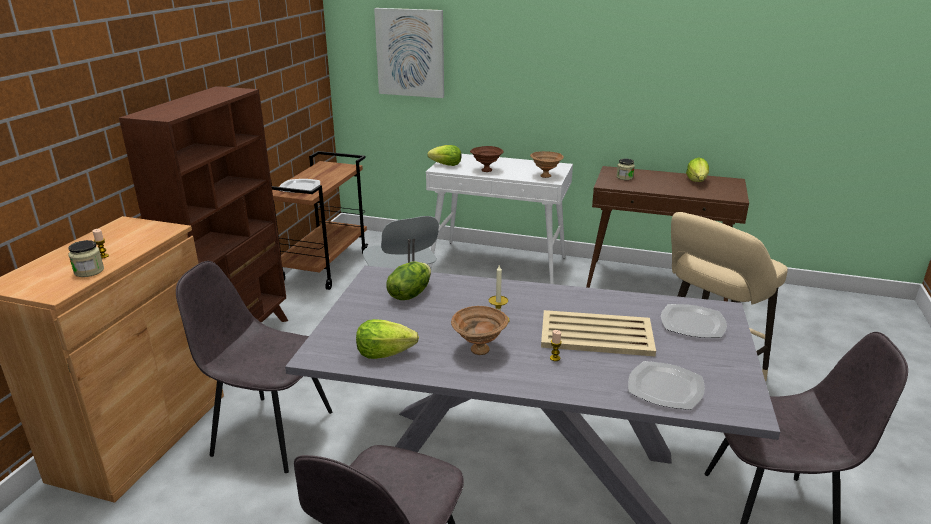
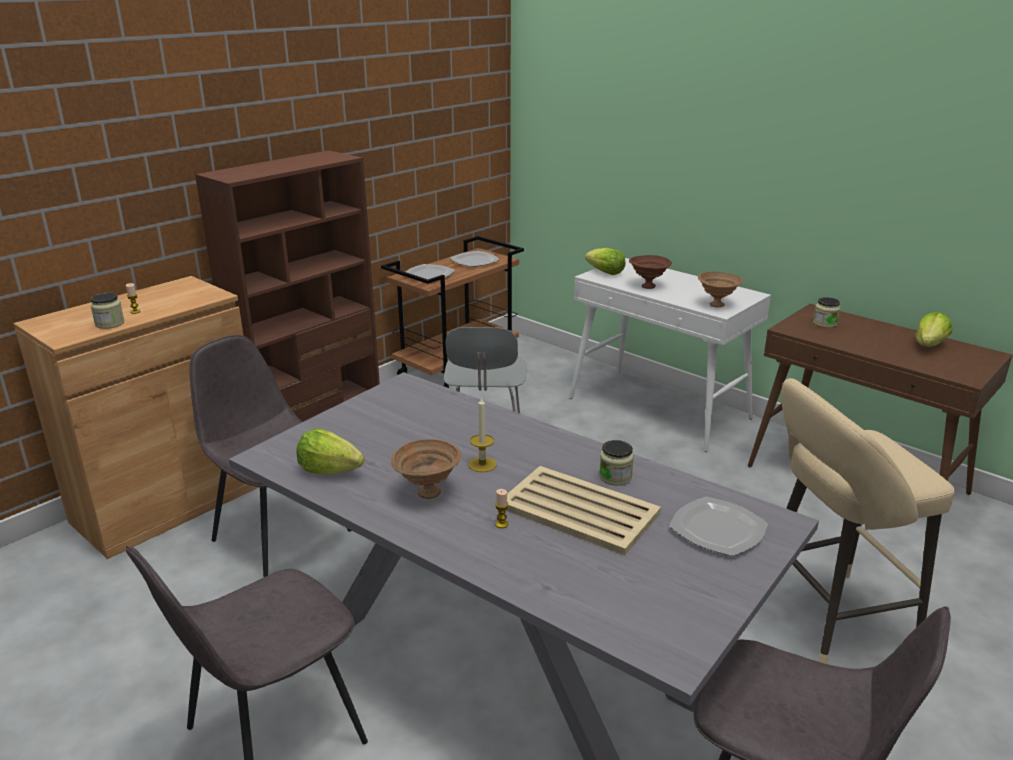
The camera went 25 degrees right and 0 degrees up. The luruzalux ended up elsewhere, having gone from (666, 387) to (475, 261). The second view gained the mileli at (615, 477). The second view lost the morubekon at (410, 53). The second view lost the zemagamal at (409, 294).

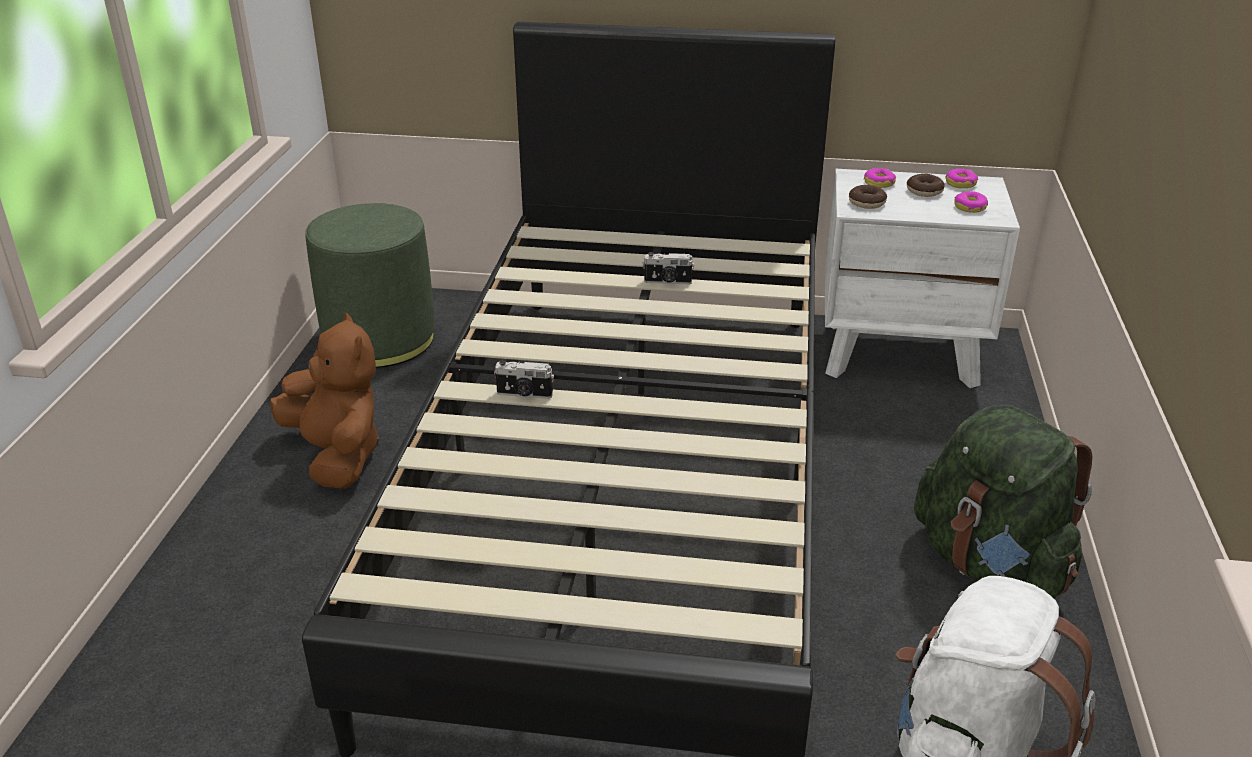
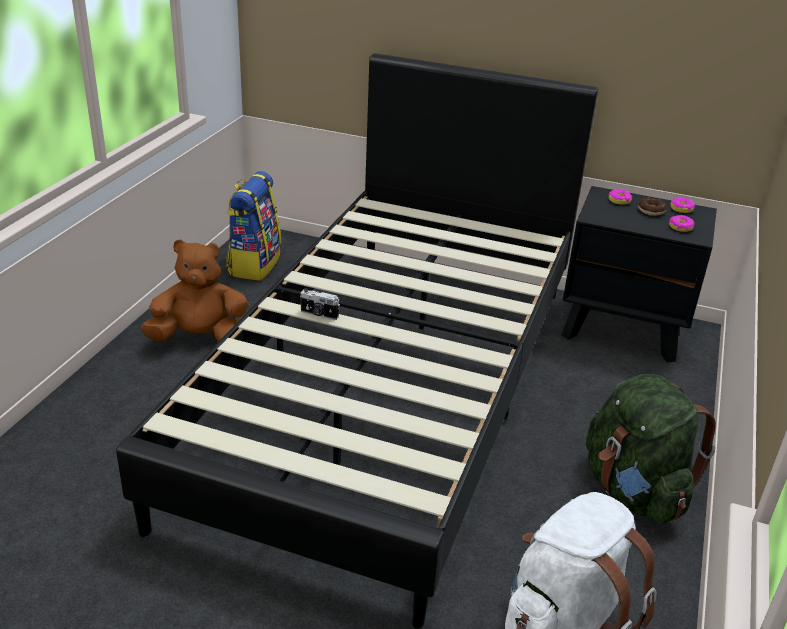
The camera went 10 degrees right and 0 degrees up. The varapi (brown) at (337, 456) ended up facing another way, 75 degrees counterclockwise from before. Where the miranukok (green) stood at (379, 339), the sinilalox came to stand at (254, 264). What was the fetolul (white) at (900, 352) turned into the fetolul (black) at (623, 328). The second view lost the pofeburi at (667, 282). The second view lost the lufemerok at (867, 203).

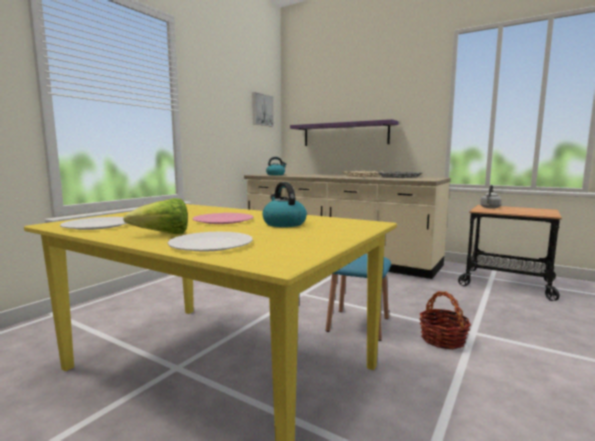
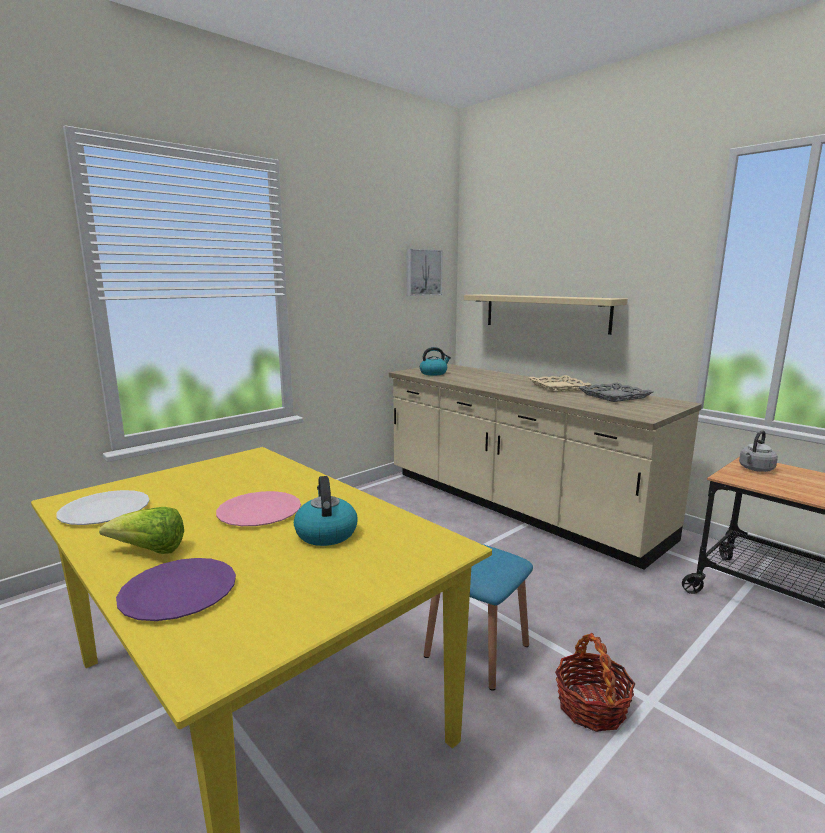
The camera went 15 degrees right and 5 degrees up. What was the luruzalux (white) at (211, 244) turned into the luruzalux (purple) at (178, 591). What was the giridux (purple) at (344, 134) turned into the giridux (beige) at (545, 312).

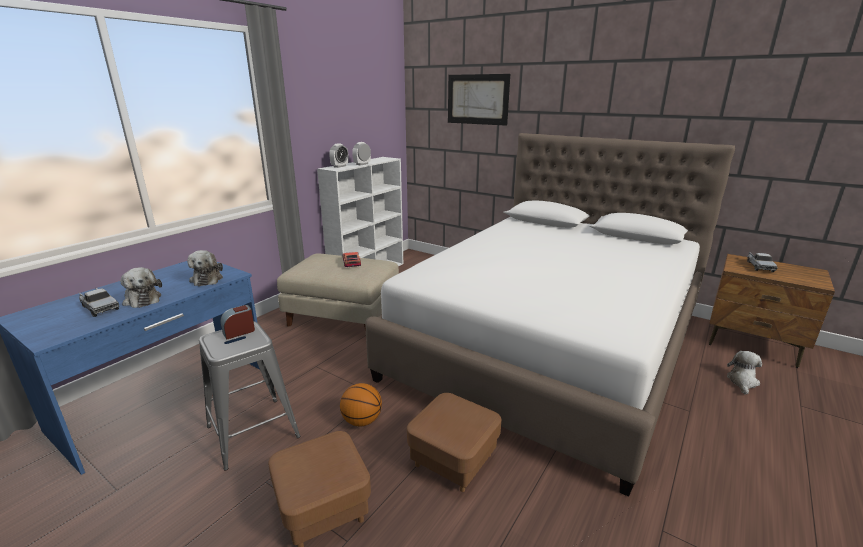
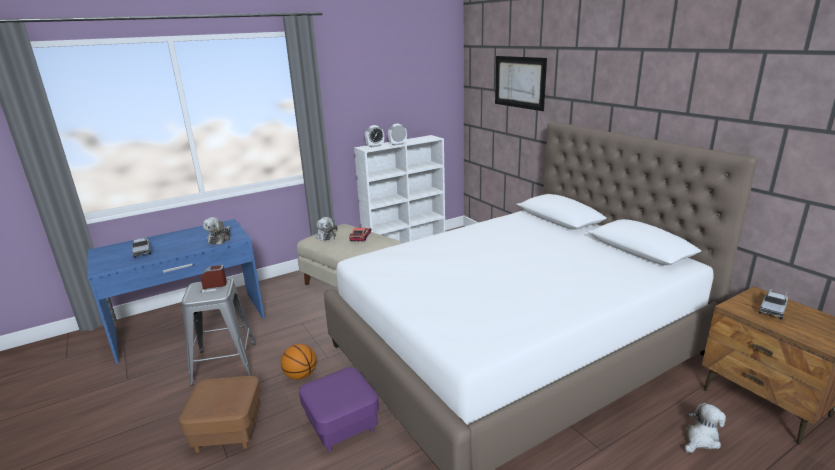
The camera went 25 degrees right and 0 degrees up. What was the miranukok (brown) at (453, 460) turned into the miranukok (purple) at (342, 426). The varapi ended up elsewhere, having gone from (142, 299) to (326, 236).

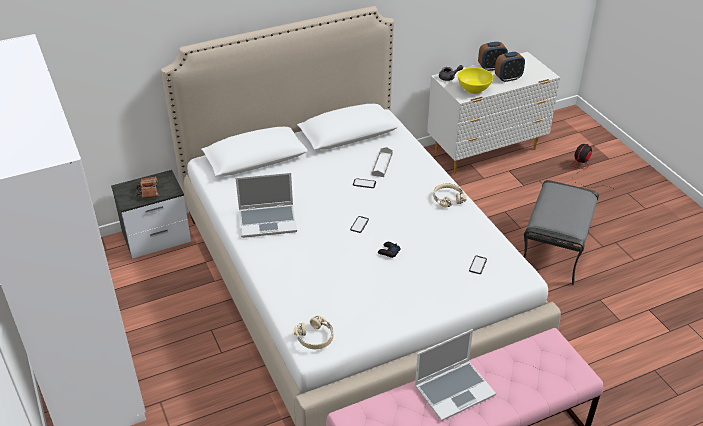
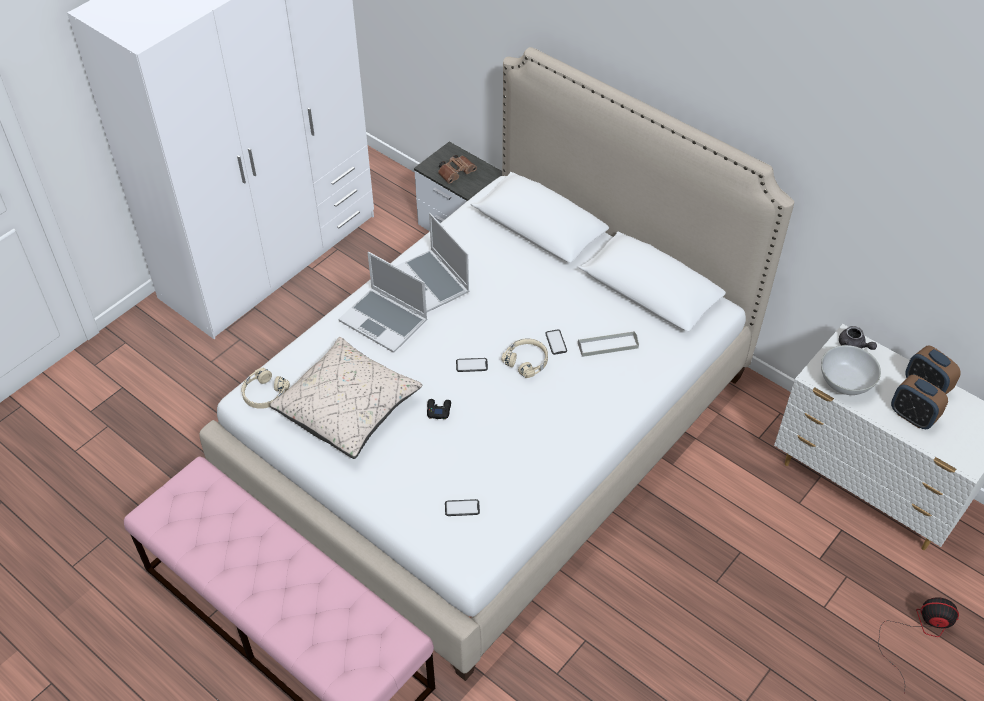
The camera went 65 degrees right and 10 degrees up. The second view gained the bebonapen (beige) at (348, 409). The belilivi ended up elsewhere, having gone from (454, 390) to (385, 321). The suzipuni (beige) ended up elsewhere, having gone from (447, 198) to (527, 361). What was the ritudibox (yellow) at (474, 89) turned into the ritudibox (white) at (845, 384). The second view lost the miranukok (grey) at (554, 250).

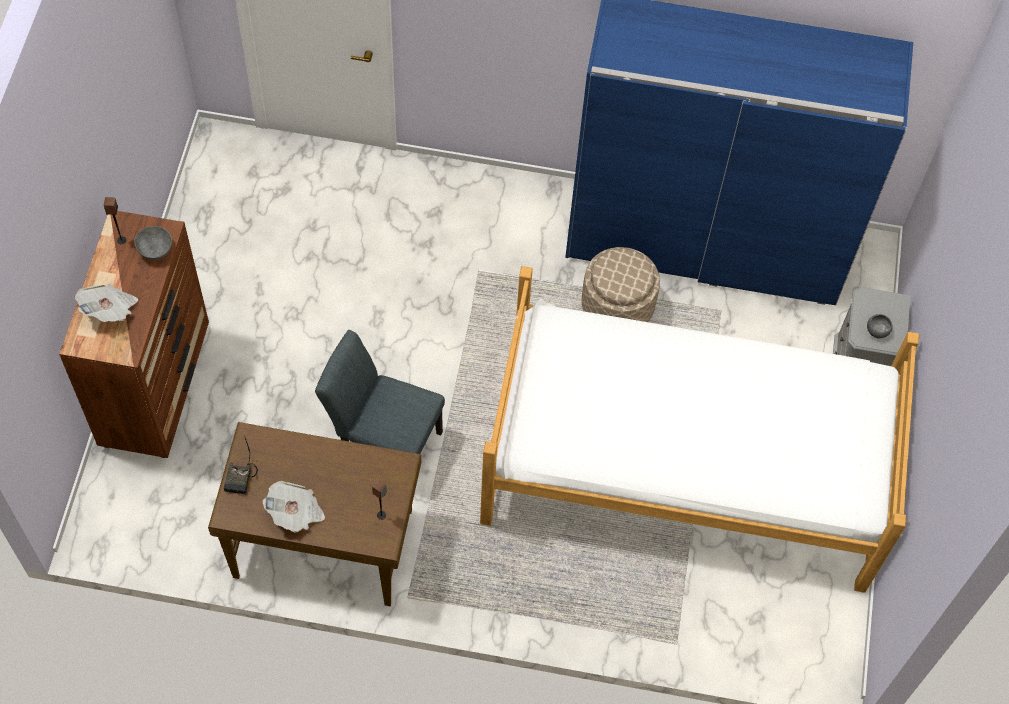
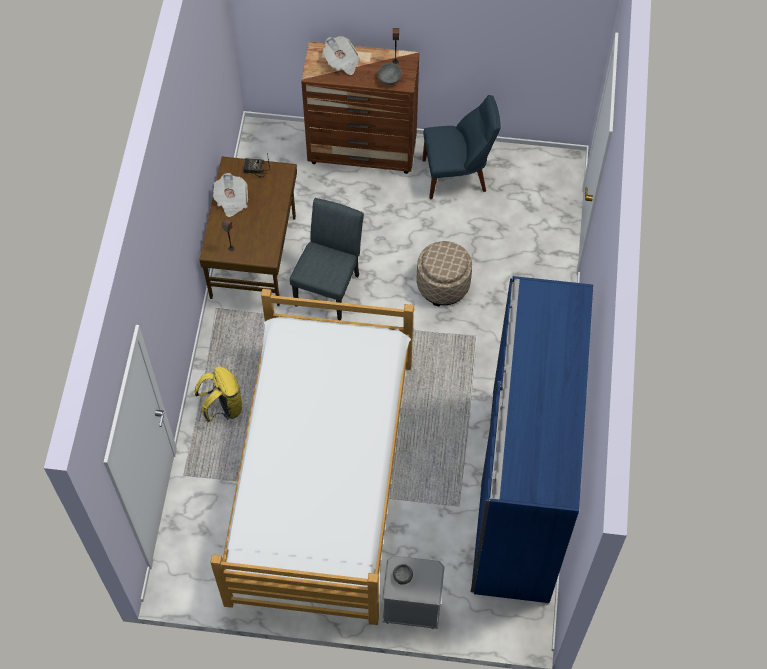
The camera went 90 degrees right and 0 degrees up. The second view gained the sinilalox (yellow) at (223, 407). The miranukok (beige) ended up elsewhere, having gone from (617, 307) to (443, 285). The second view gained the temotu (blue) at (457, 175).

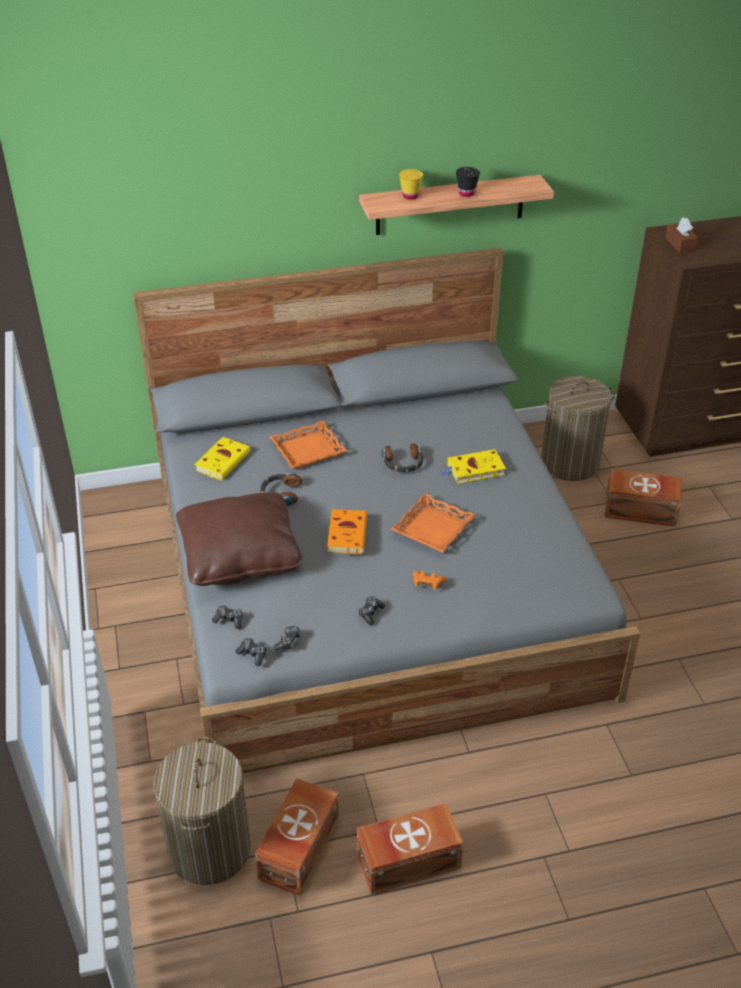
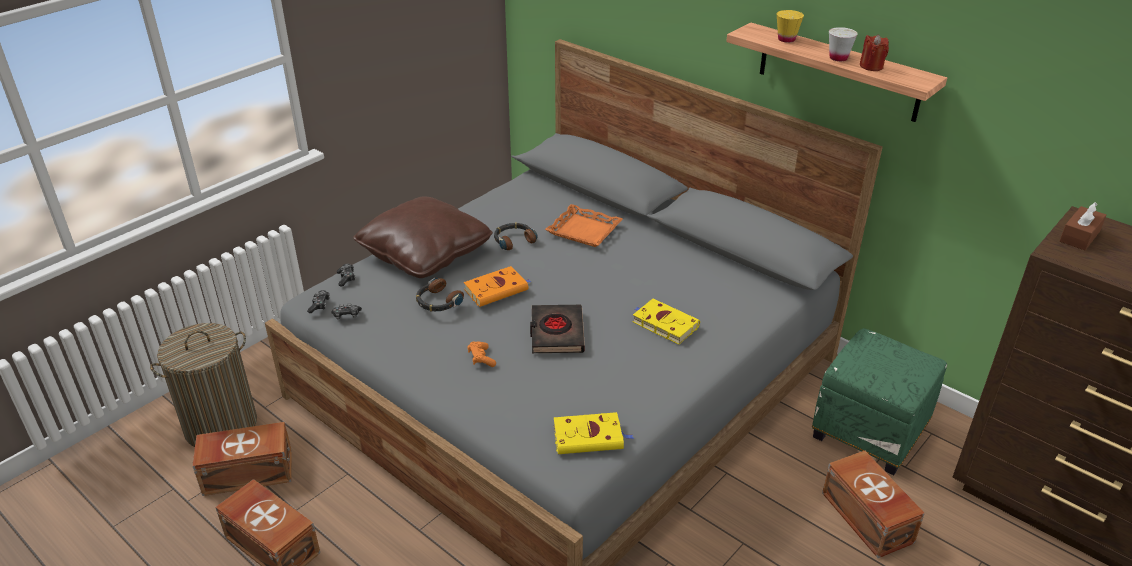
The camera went 55 degrees right and 5 degrees down. The suzipuni ended up elsewhere, having gone from (403, 463) to (438, 301). Where the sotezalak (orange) stood at (433, 528), the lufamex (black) came to stand at (556, 333). The lufamex (yellow) ended up elsewhere, having gone from (223, 461) to (590, 437). Where the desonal stood at (570, 463), the miranukok (green) came to stand at (870, 433). What was the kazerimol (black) at (466, 193) turned into the kazerimol (white) at (838, 58). The second view gained the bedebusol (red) at (871, 66). The second view lost the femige at (370, 613).

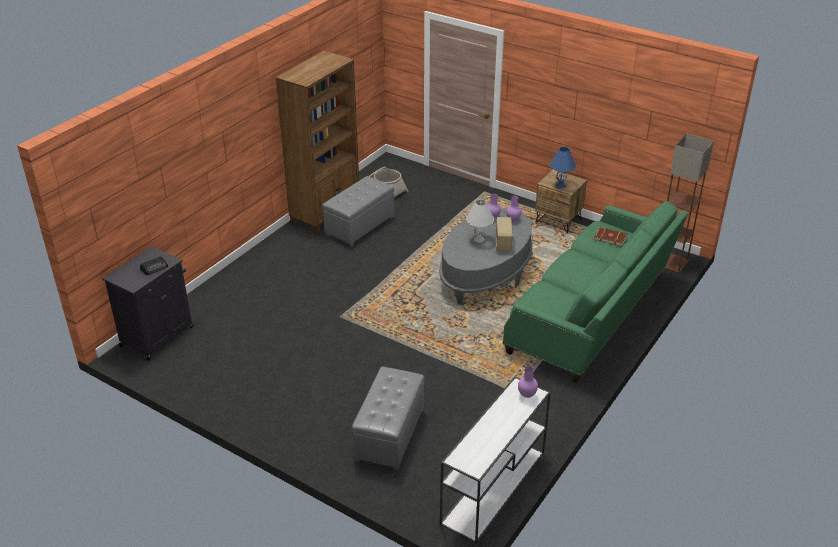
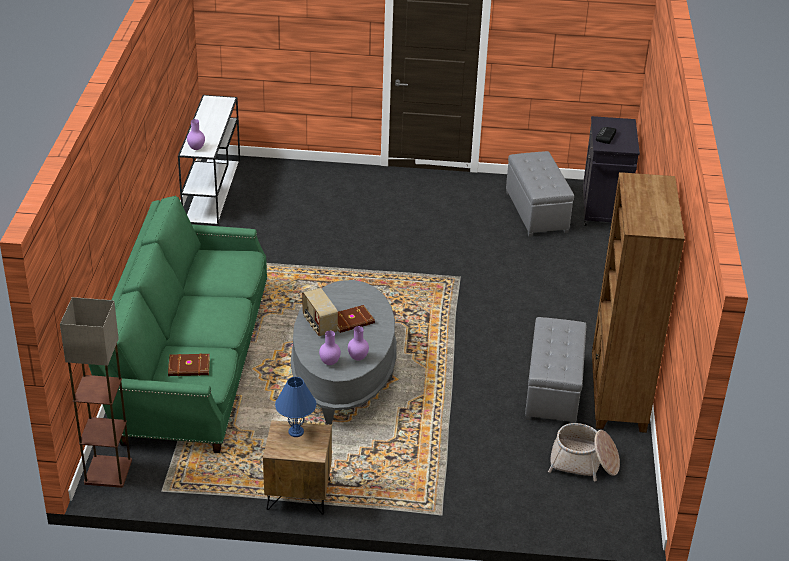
The camera went 150 degrees right and 0 degrees up. Where the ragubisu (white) stood at (479, 239), the lufamex (brown) came to stand at (352, 321). The miranukok (grey) ended up elsewhere, having gone from (389, 434) to (537, 212).

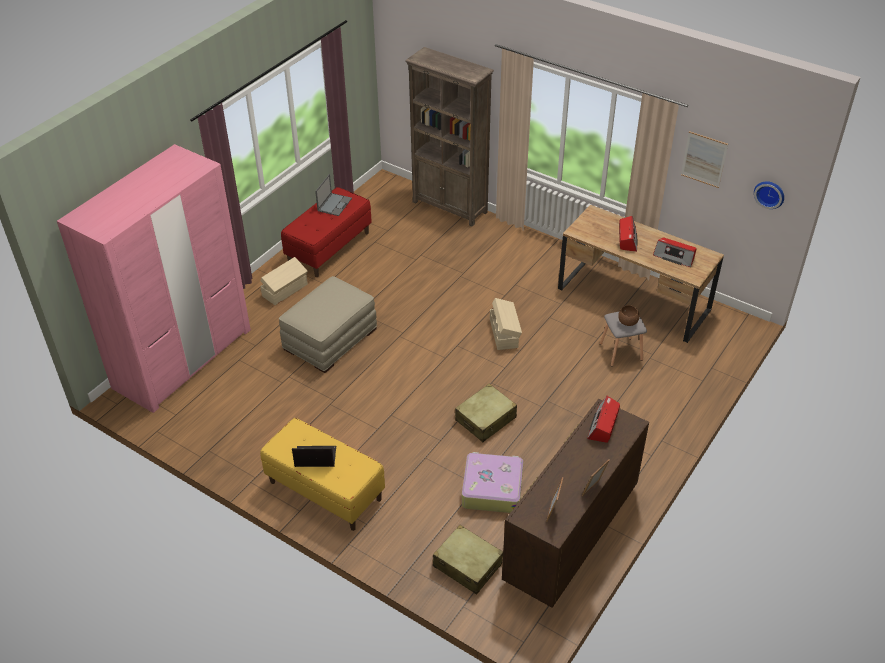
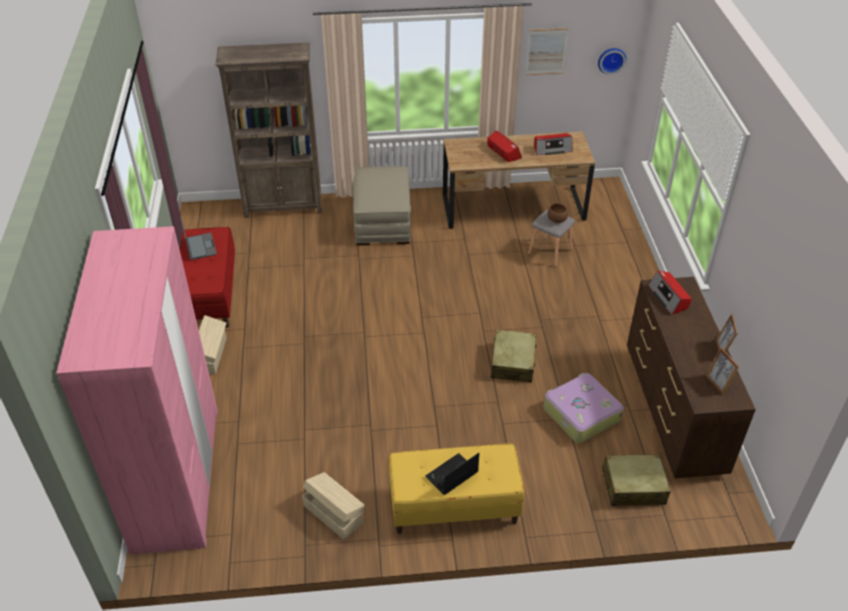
The camera went 40 degrees left and 0 degrees up. The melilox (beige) ended up elsewhere, having gone from (504, 333) to (333, 513). The miranukok (beige) ended up elsewhere, having gone from (330, 339) to (382, 221).

